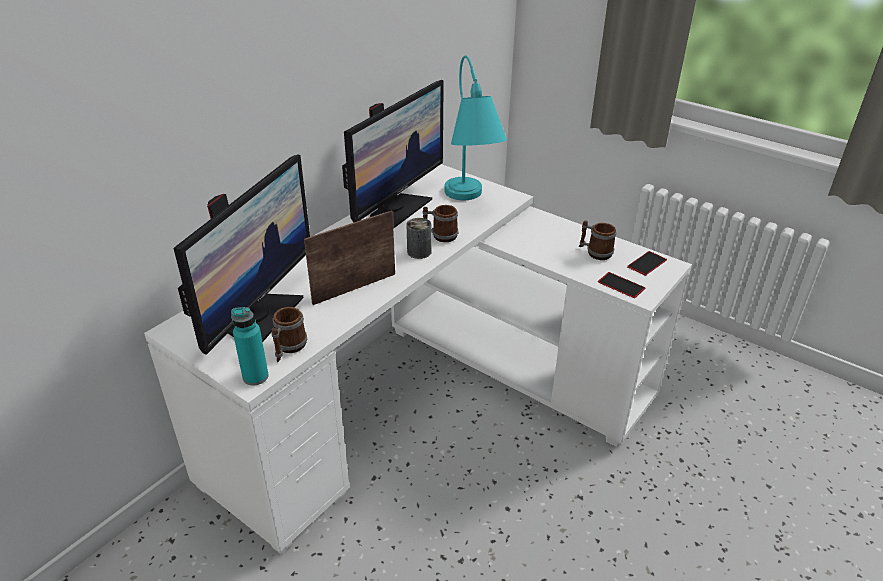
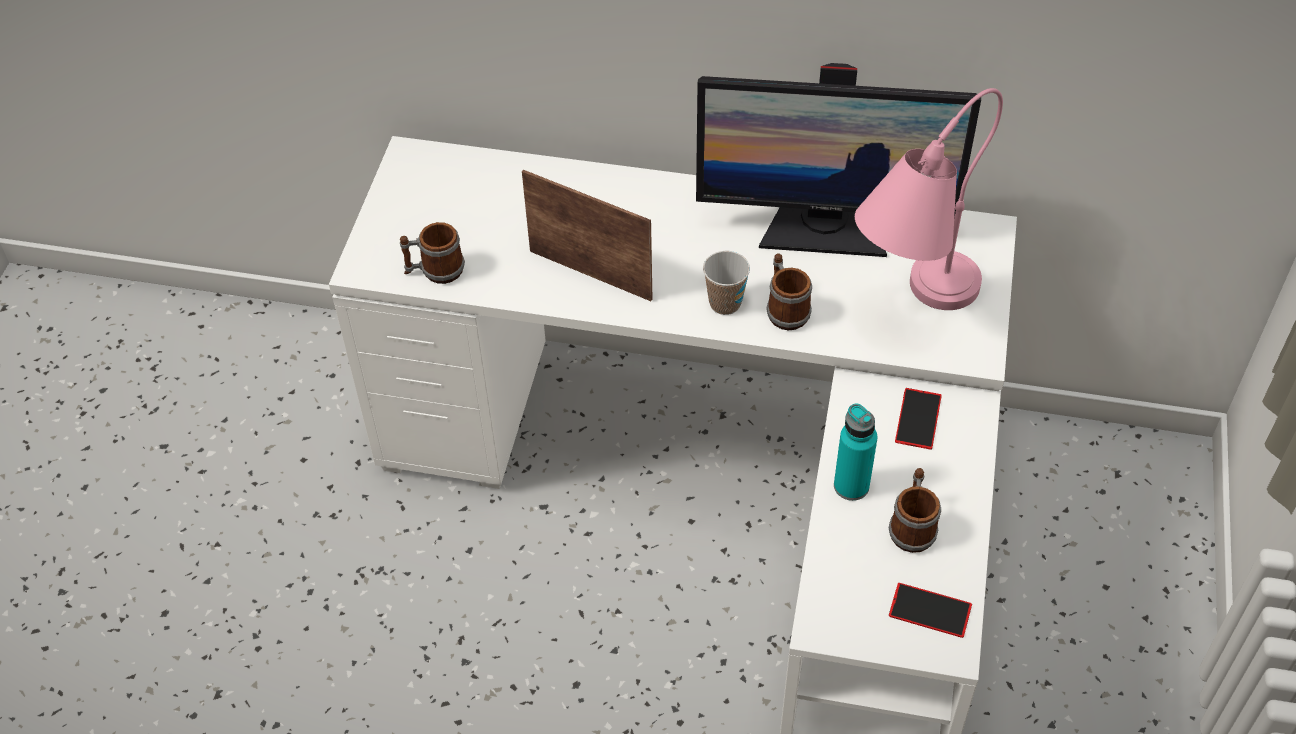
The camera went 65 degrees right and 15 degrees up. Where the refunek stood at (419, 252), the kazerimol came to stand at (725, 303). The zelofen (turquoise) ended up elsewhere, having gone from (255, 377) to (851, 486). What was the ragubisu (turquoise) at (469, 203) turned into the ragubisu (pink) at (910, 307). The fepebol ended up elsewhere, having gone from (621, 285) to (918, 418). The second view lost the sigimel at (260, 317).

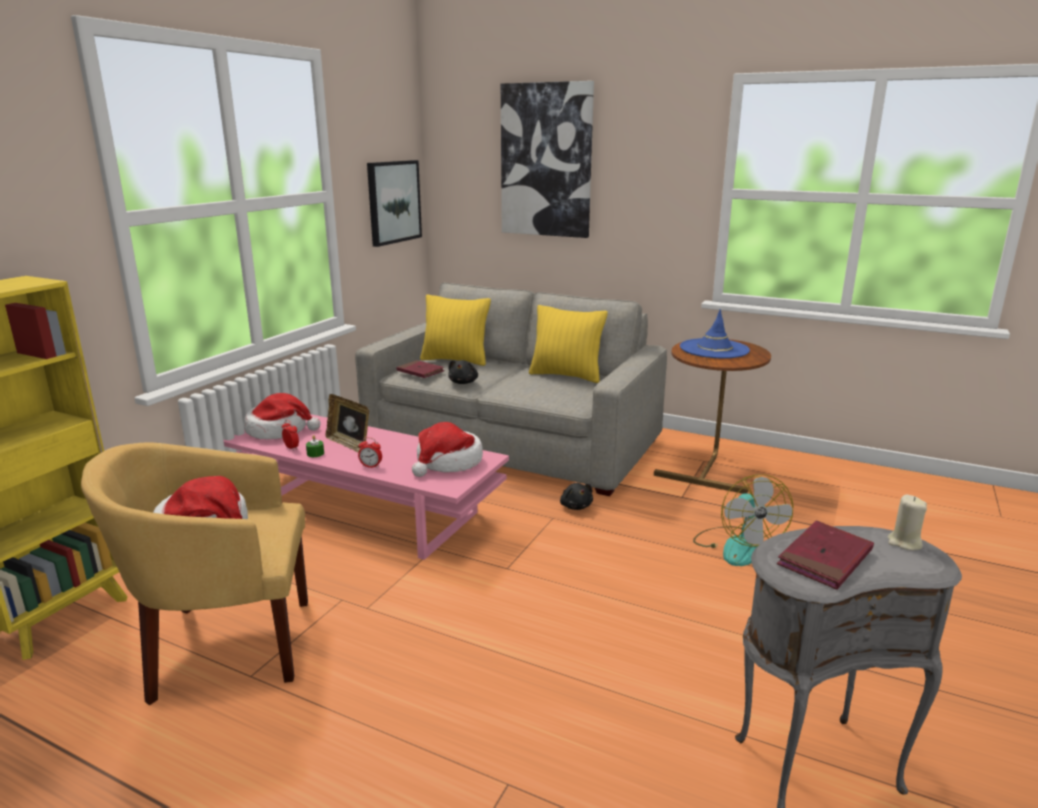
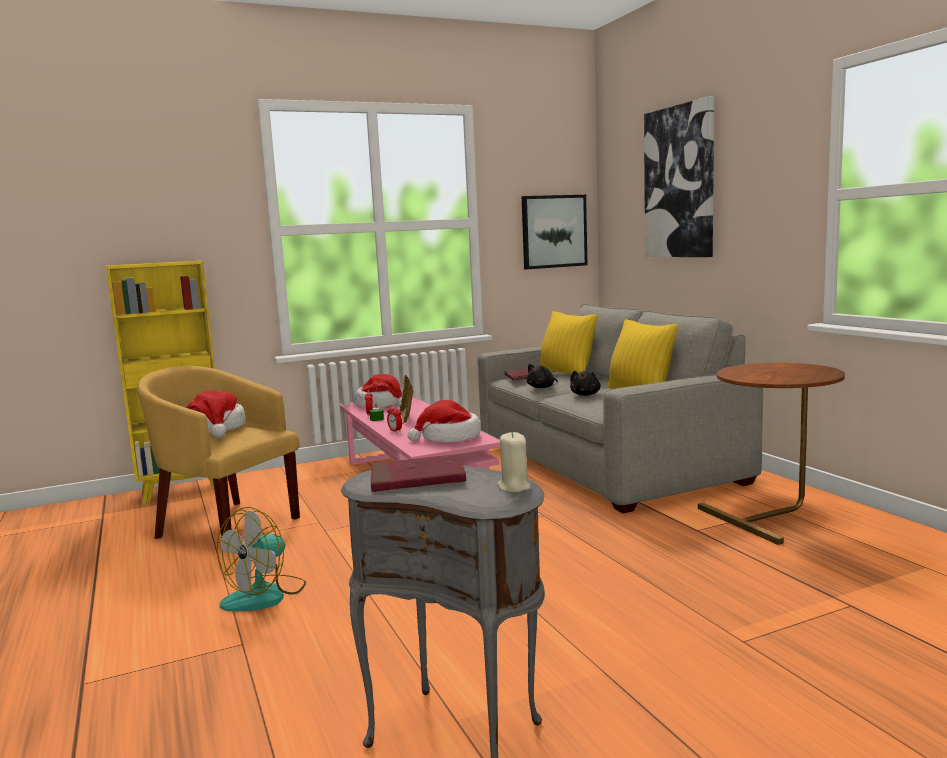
The camera went 40 degrees right and 10 degrees down. The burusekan ended up elsewhere, having gone from (737, 546) to (265, 595). The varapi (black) ended up elsewhere, having gone from (575, 506) to (585, 395). The second view lost the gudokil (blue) at (714, 349).

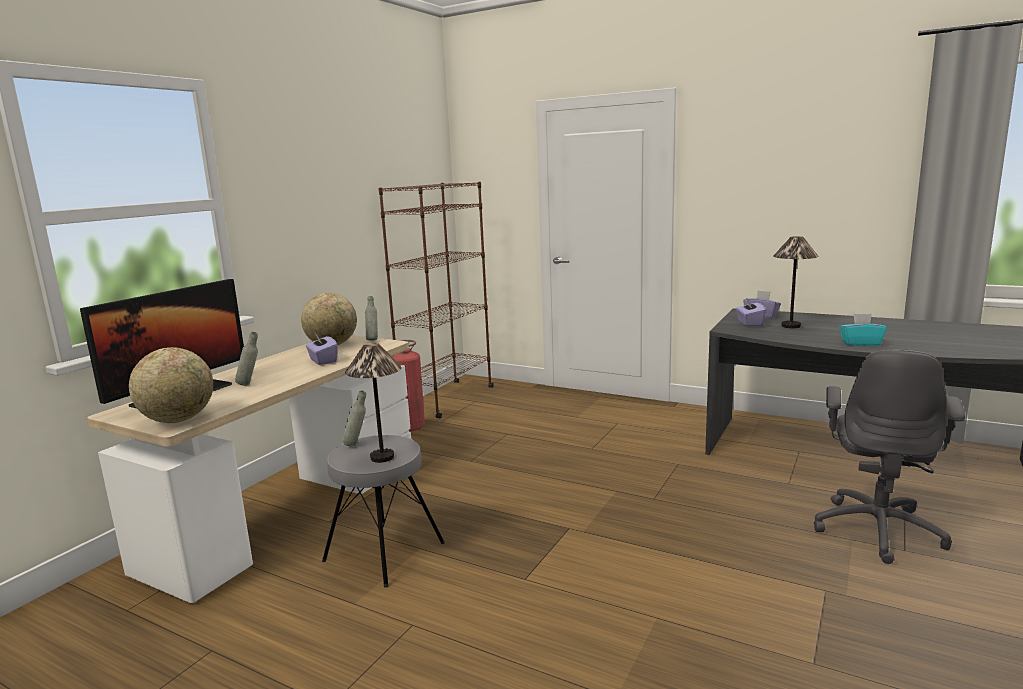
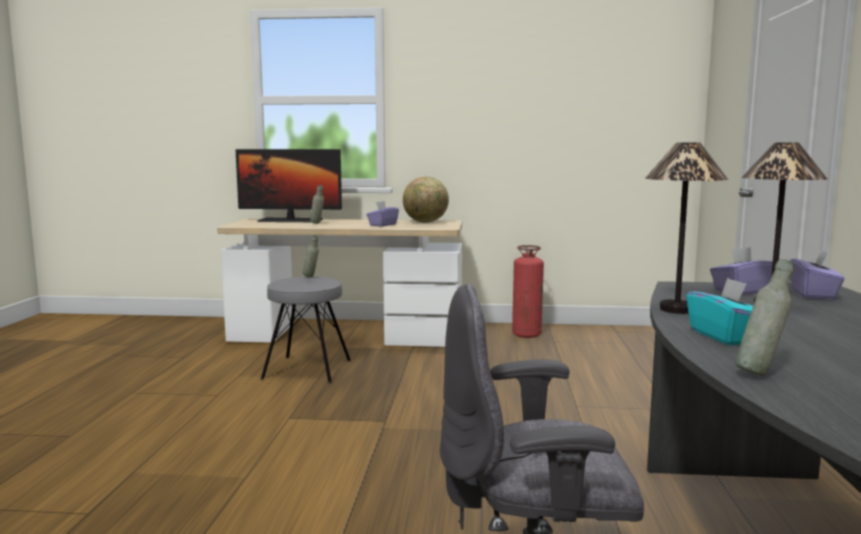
The camera went 65 degrees right and 5 degrees down. The ragubisu ended up elsewhere, having gone from (382, 457) to (677, 309). The zelofen (grey) ended up elsewhere, having gone from (373, 339) to (760, 373). The second view lost the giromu at (178, 420). The second view lost the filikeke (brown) at (447, 399).

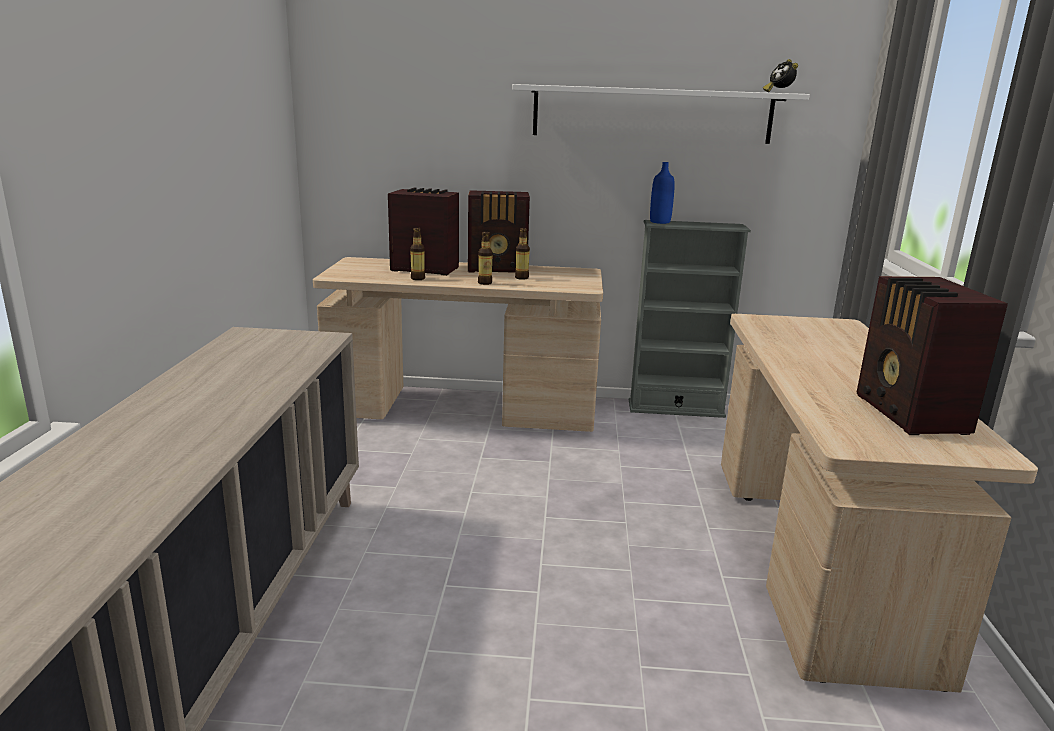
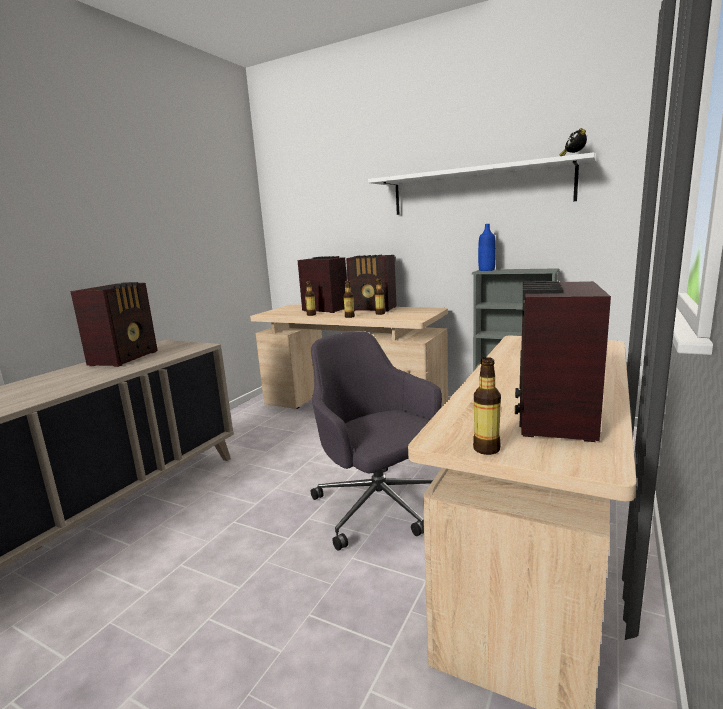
The camera went 25 degrees right and 5 degrees down. The second view gained the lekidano at (126, 358). The second view gained the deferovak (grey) at (380, 507). The second view gained the zelofen at (486, 449).

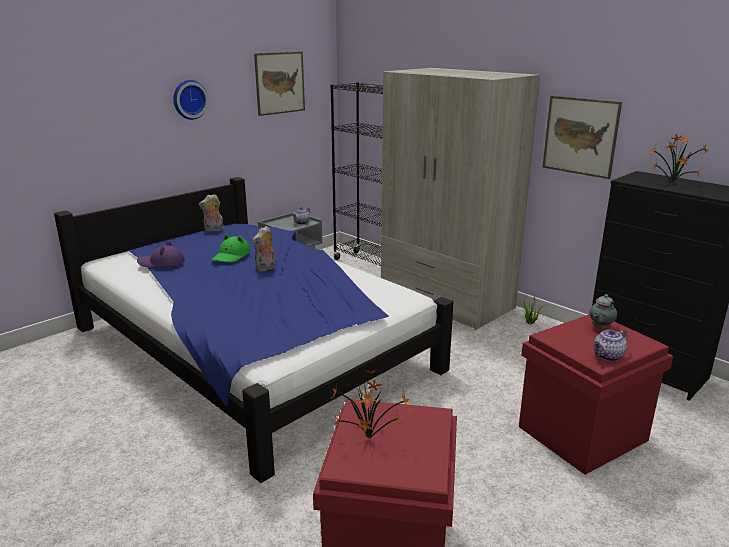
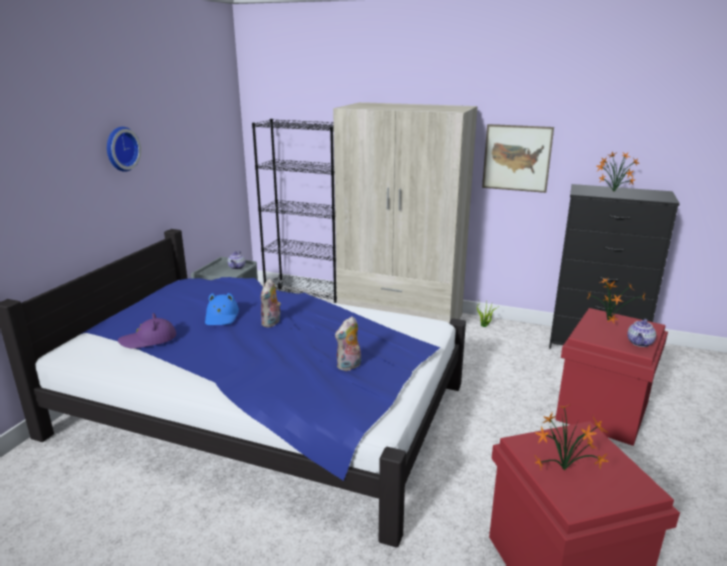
The camera went 25 degrees left and 0 degrees up. What was the gudokil (green) at (231, 256) turned into the gudokil (blue) at (221, 316). The varapi ended up elsewhere, having gone from (213, 230) to (349, 366). Where the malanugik stood at (600, 328), the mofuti came to stand at (608, 320). The second view lost the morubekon at (280, 83).

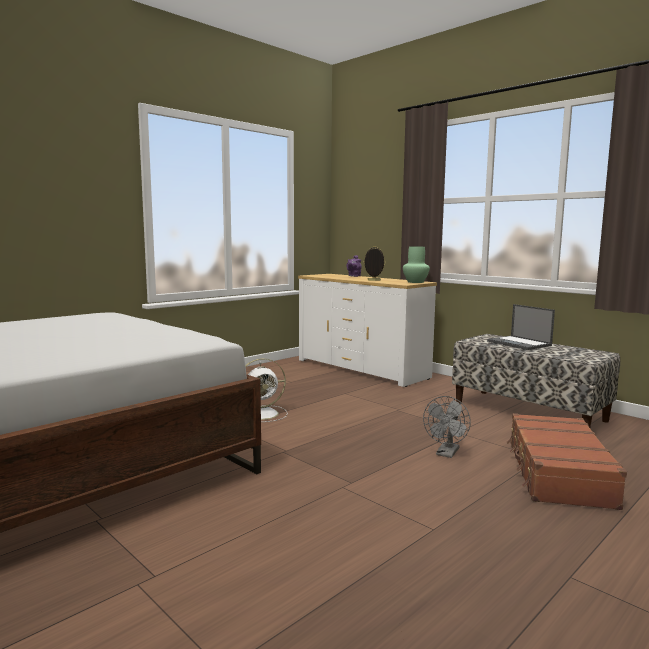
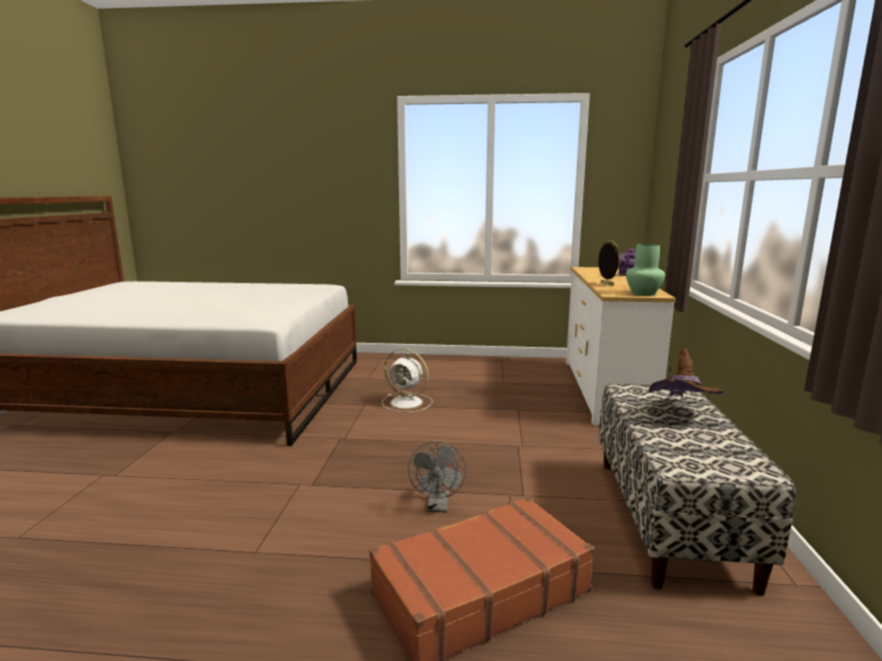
The camera went 50 degrees right and 5 degrees up. The burusekan (grey) at (446, 454) ended up facing another way, 75 degrees counterclockwise from before. Where the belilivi stood at (520, 343), the gudokil (brown) came to stand at (680, 413).

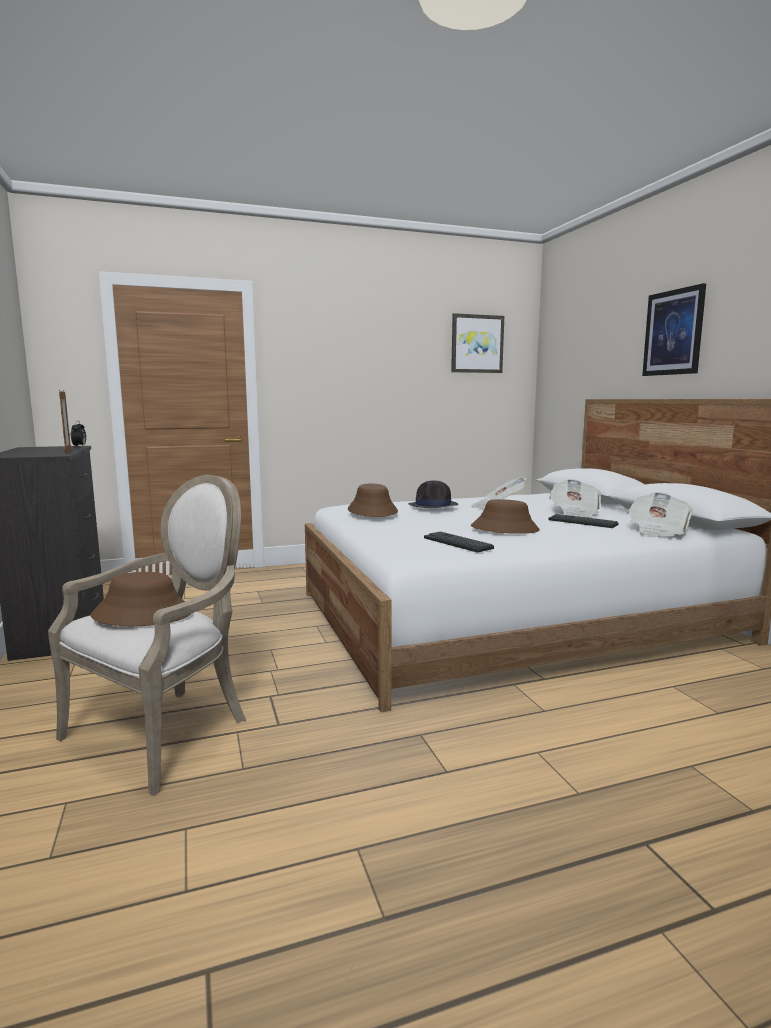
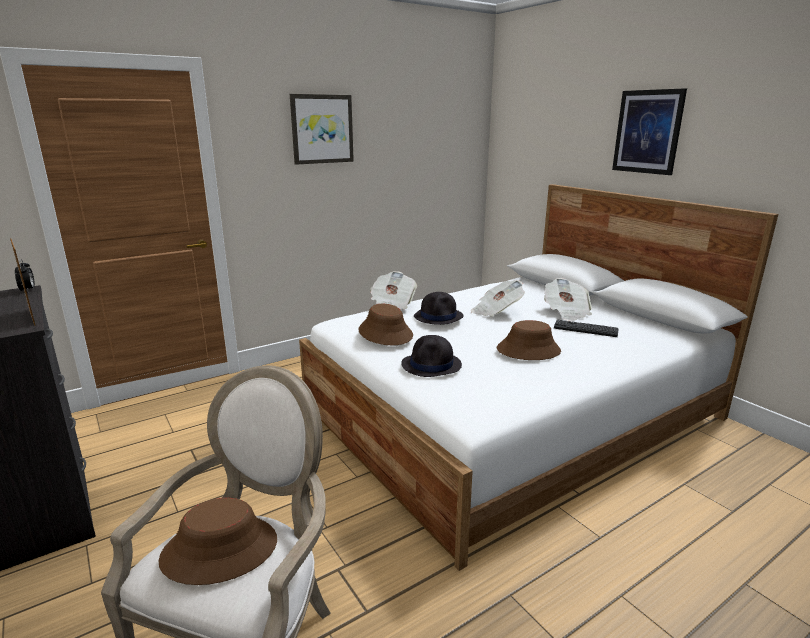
The camera went 15 degrees left and 10 degrees up. The morubekon ended up elsewhere, having gone from (477, 344) to (322, 129). The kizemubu ended up elsewhere, having gone from (657, 531) to (392, 305). The second view gained the gudokil (black) at (432, 365). The second view lost the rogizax at (457, 543).

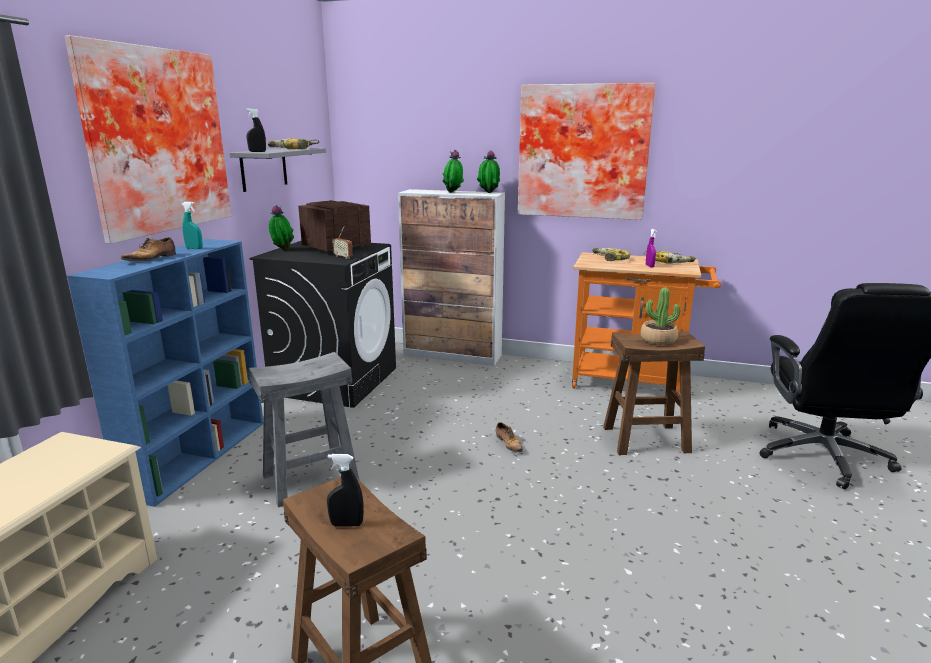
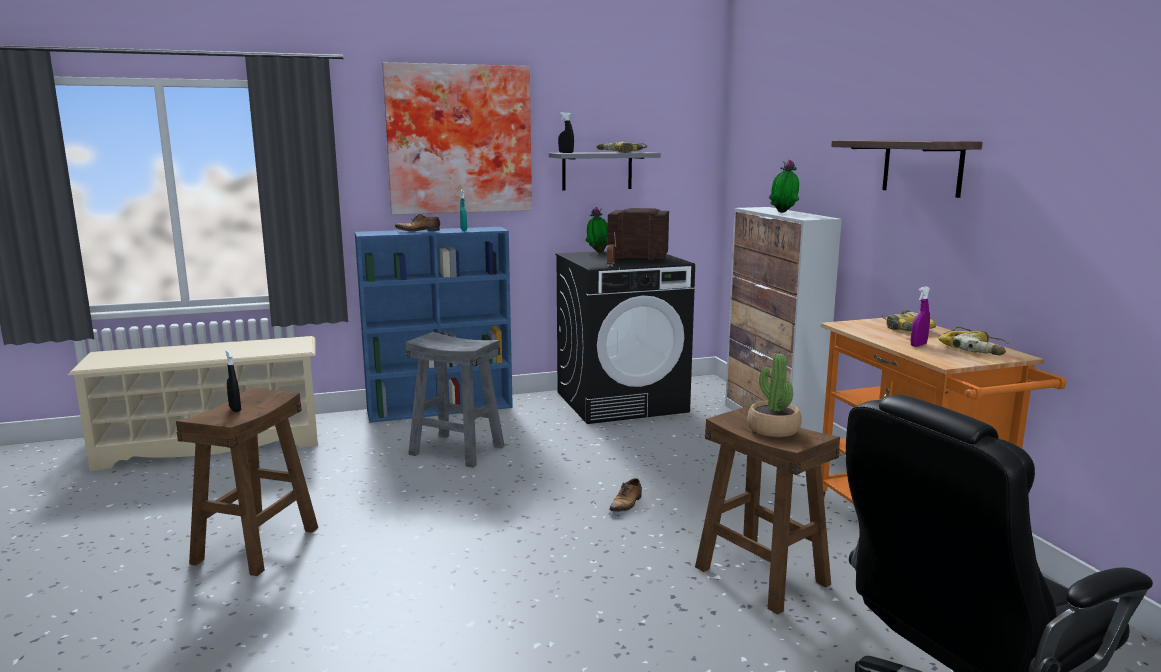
The camera went 55 degrees right and 5 degrees down. Where the morubekon hung at (583, 152), the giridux came to hang at (922, 167). The second view lost the mofuti at (488, 193).

